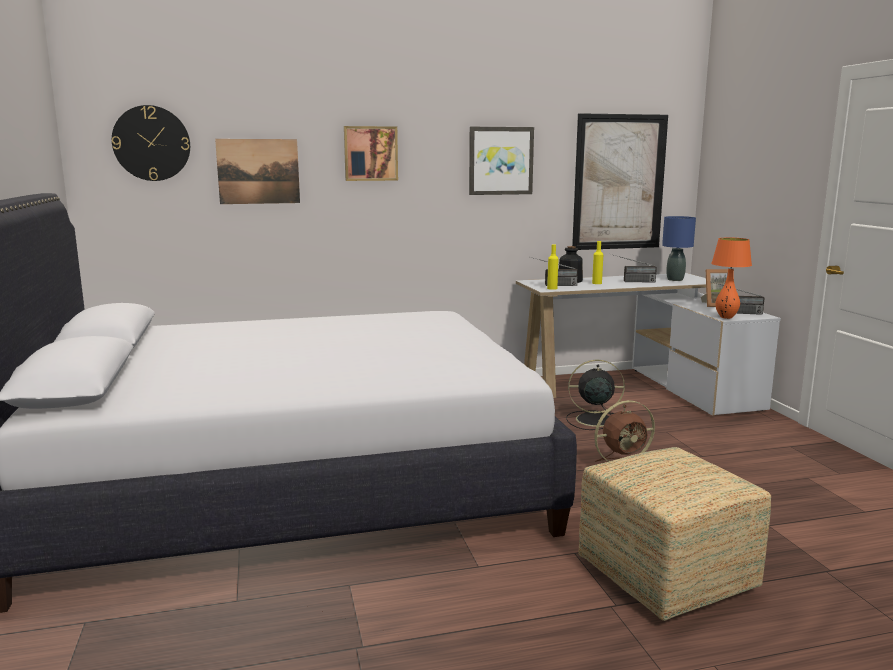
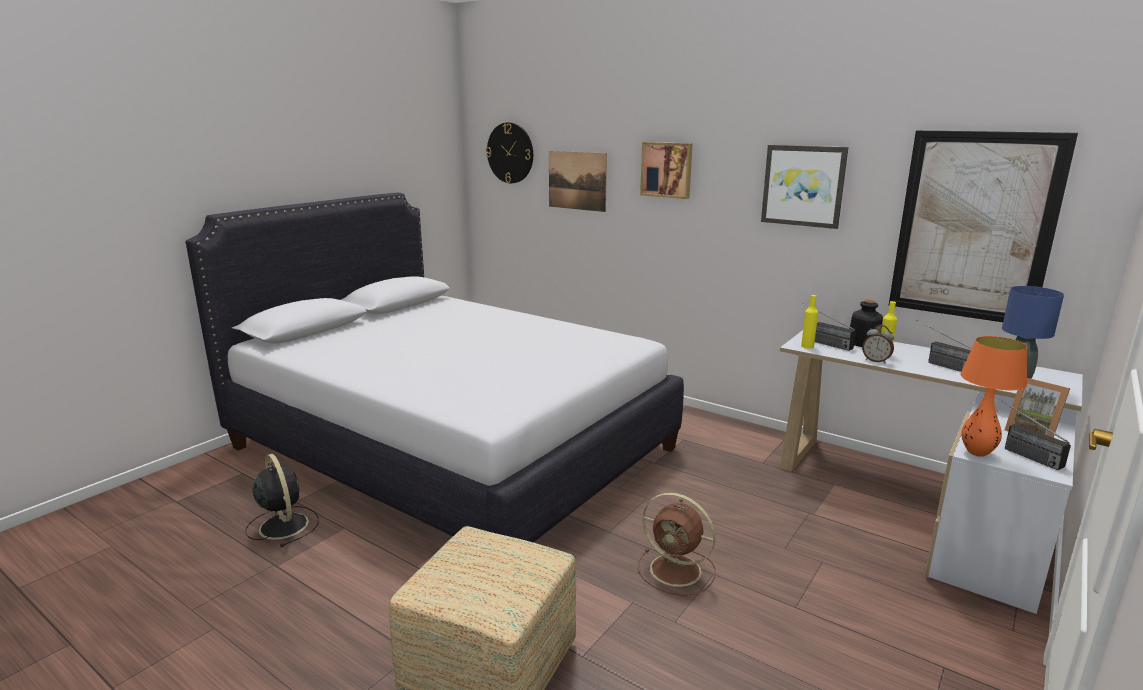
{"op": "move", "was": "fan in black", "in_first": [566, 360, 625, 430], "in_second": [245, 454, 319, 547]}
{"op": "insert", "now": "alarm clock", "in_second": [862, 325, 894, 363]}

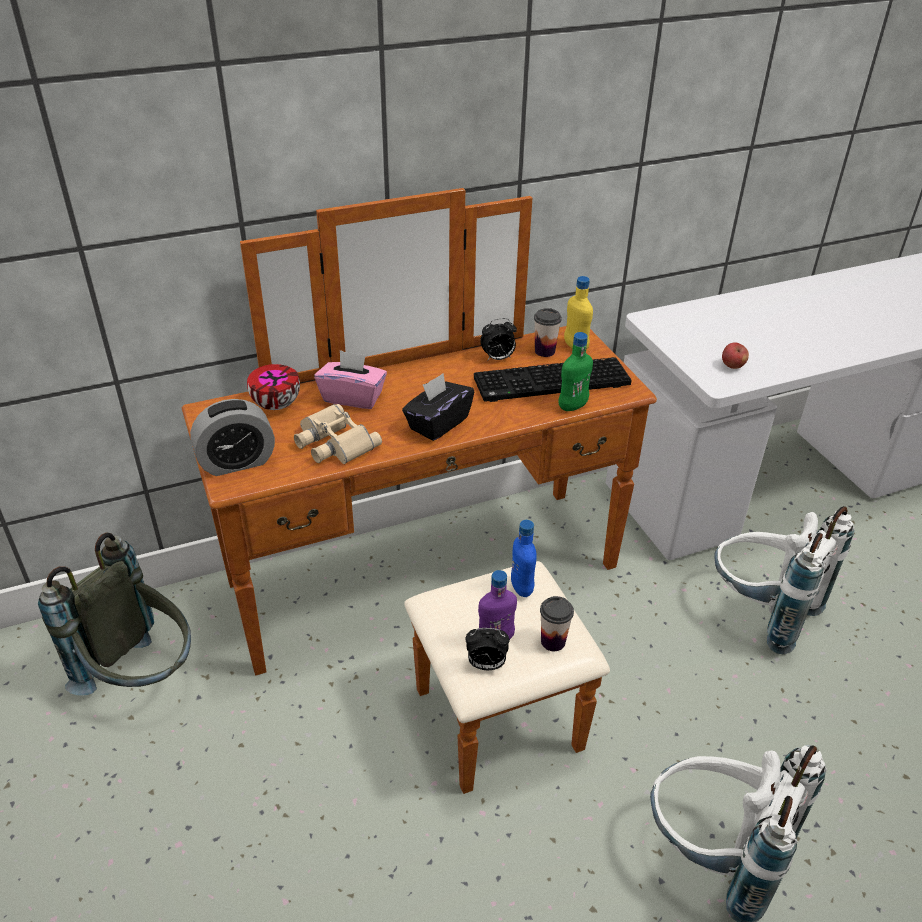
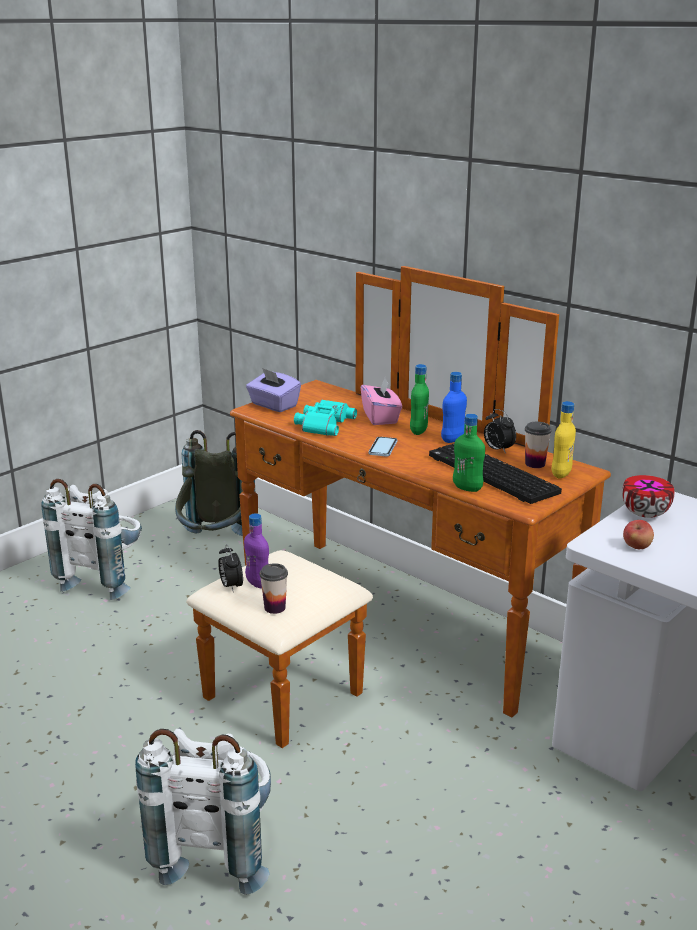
{"op": "move", "was": "bowl", "in_first": [247, 364, 300, 410], "in_second": [622, 475, 674, 518]}
{"op": "replace", "was": "tissue box in black", "now": "phone", "in_first": [402, 374, 474, 441], "in_second": [369, 437, 397, 457]}
{"op": "replace", "was": "alarm clock", "now": "tissue box in purple", "in_first": [190, 399, 275, 476], "in_second": [246, 368, 301, 412]}
{"op": "recolor", "was": "binoculars in beige", "now": "binoculars in turquoise", "in_first": [294, 404, 382, 464], "in_second": [294, 400, 357, 436]}
{"op": "move", "was": "backpack in white", "in_first": [714, 506, 855, 655], "in_second": [41, 479, 142, 600]}
{"op": "move", "was": "bottle in blue", "in_first": [511, 520, 537, 597], "in_second": [441, 372, 467, 443]}
{"op": "insert", "now": "bottle in green", "in_second": [410, 364, 429, 435]}

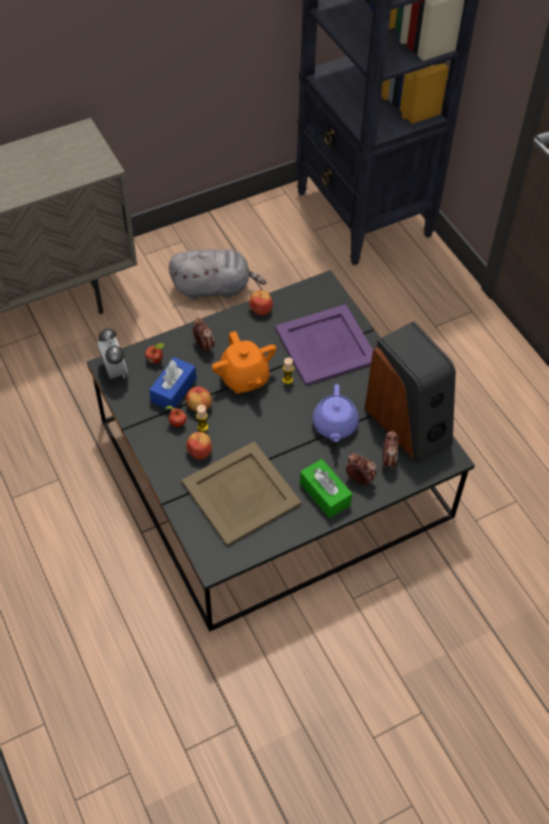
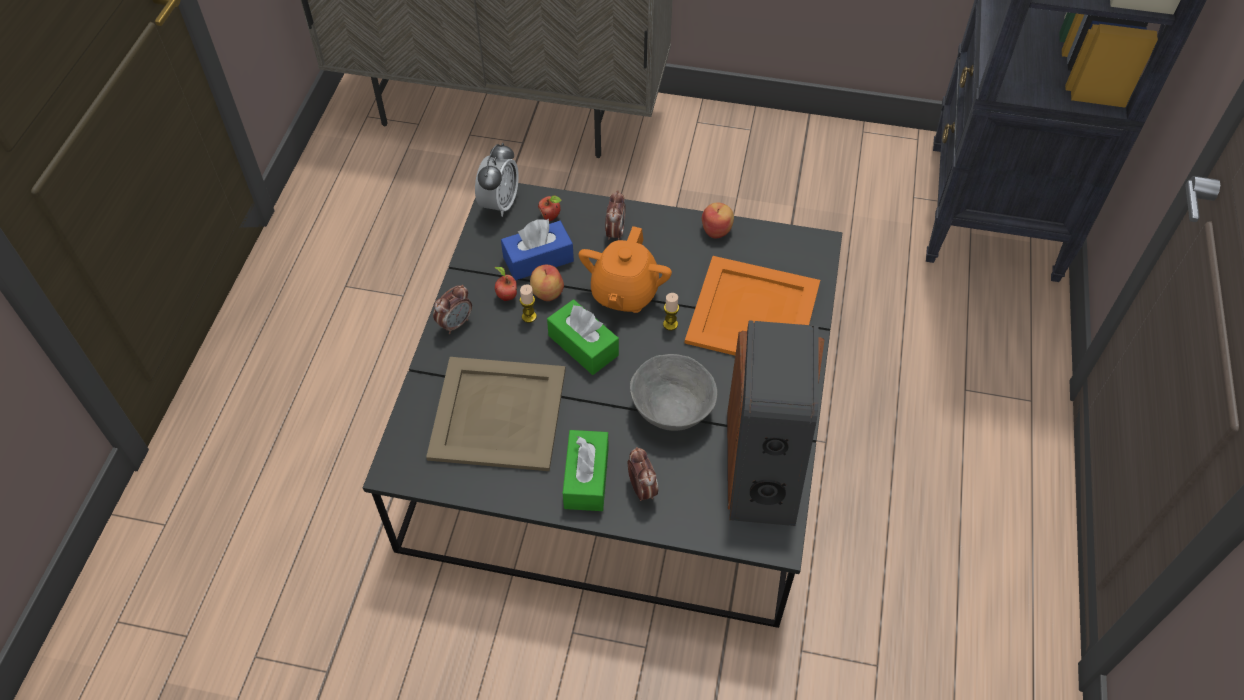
{"op": "delete", "was": "plush toy in grey", "in_first": [169, 249, 266, 300]}
{"op": "recolor", "was": "tray in purple", "now": "tray in orange", "in_first": [275, 304, 373, 386], "in_second": [685, 256, 820, 356]}
{"op": "replace", "was": "teapot in purple", "now": "bowl in grey", "in_first": [313, 384, 359, 442], "in_second": [630, 354, 717, 431]}
{"op": "move", "was": "alarm clock", "in_first": [382, 430, 398, 469], "in_second": [433, 285, 472, 334]}
{"op": "delete", "was": "apple", "in_first": [186, 432, 212, 460]}
{"op": "insert", "now": "tissue box in green", "in_second": [547, 299, 619, 375]}

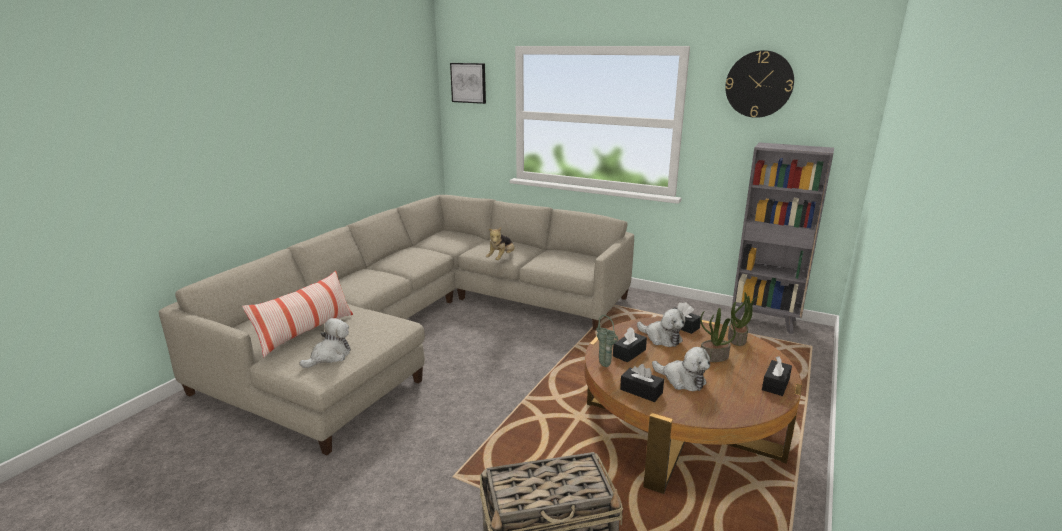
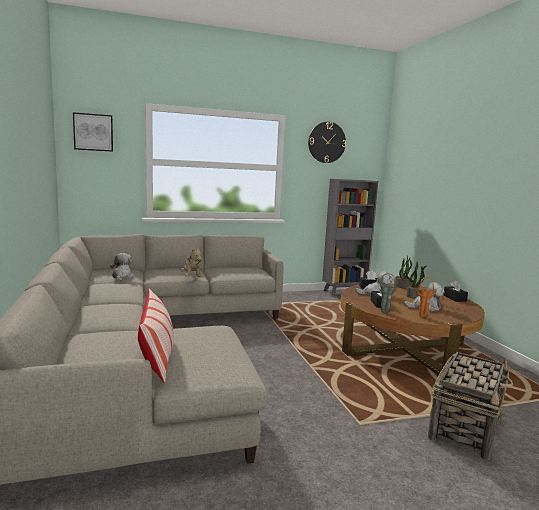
{"op": "move", "was": "plush toy", "in_first": [299, 318, 351, 368], "in_second": [110, 253, 134, 281]}
{"op": "replace", "was": "tissue box in black", "now": "vase in orange", "in_first": [620, 364, 664, 402], "in_second": [418, 277, 436, 317]}

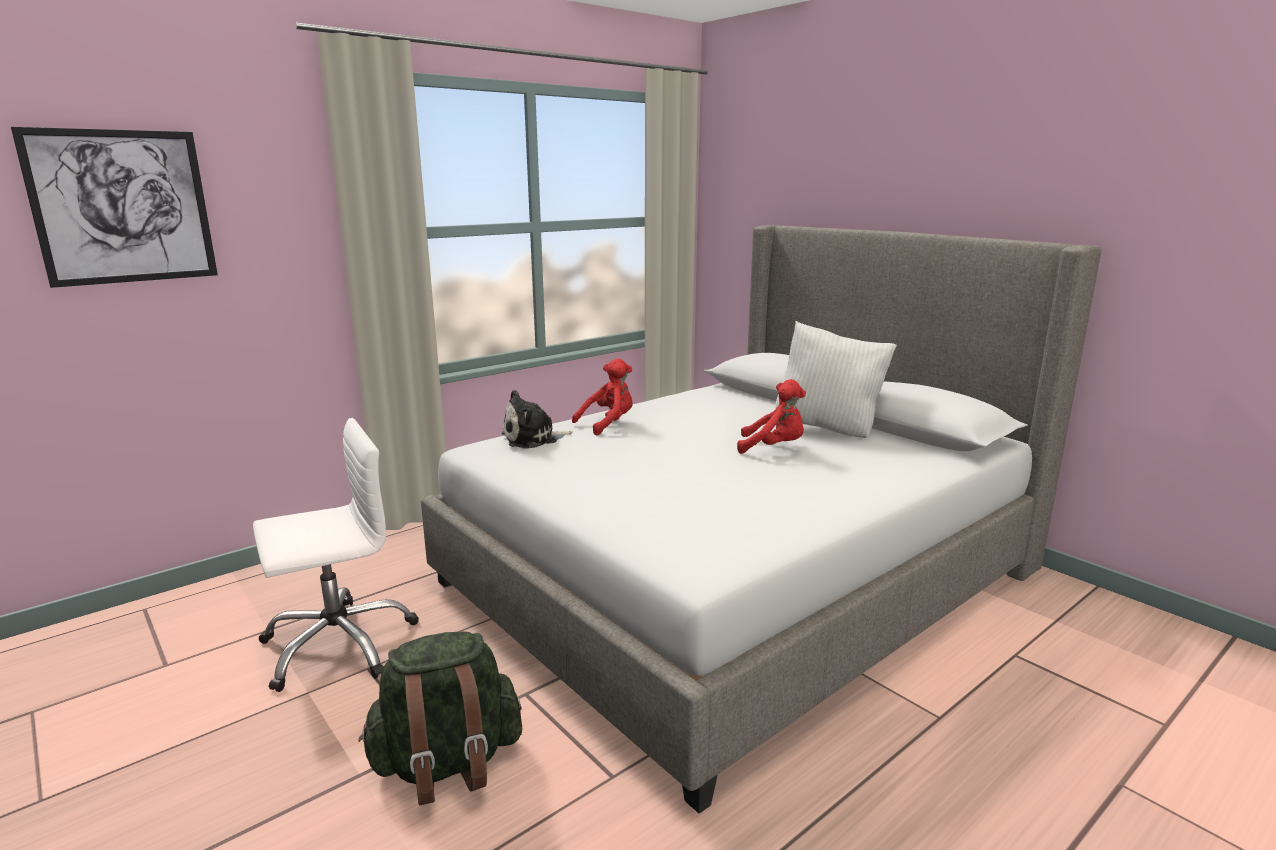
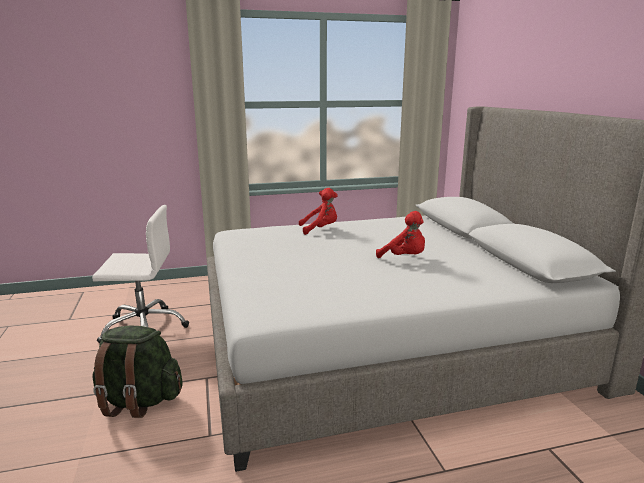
{"op": "delete", "was": "picture", "in_first": [11, 127, 218, 288]}
{"op": "delete", "was": "pillow in white", "in_first": [774, 321, 897, 438]}
{"op": "delete", "was": "plush toy", "in_first": [501, 390, 573, 449]}

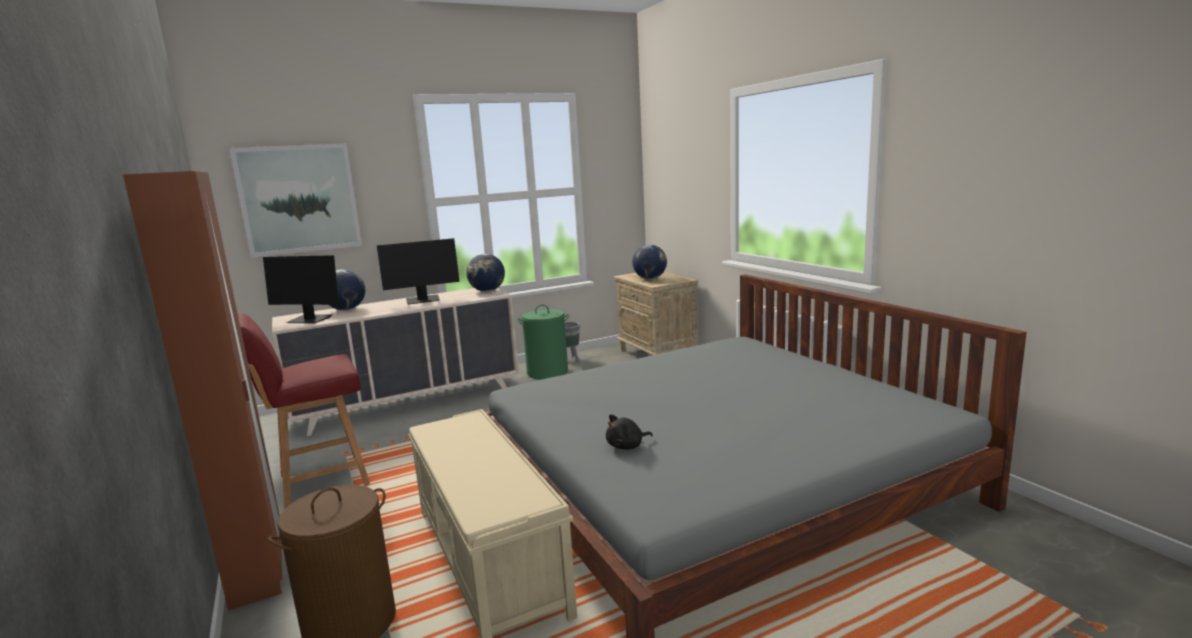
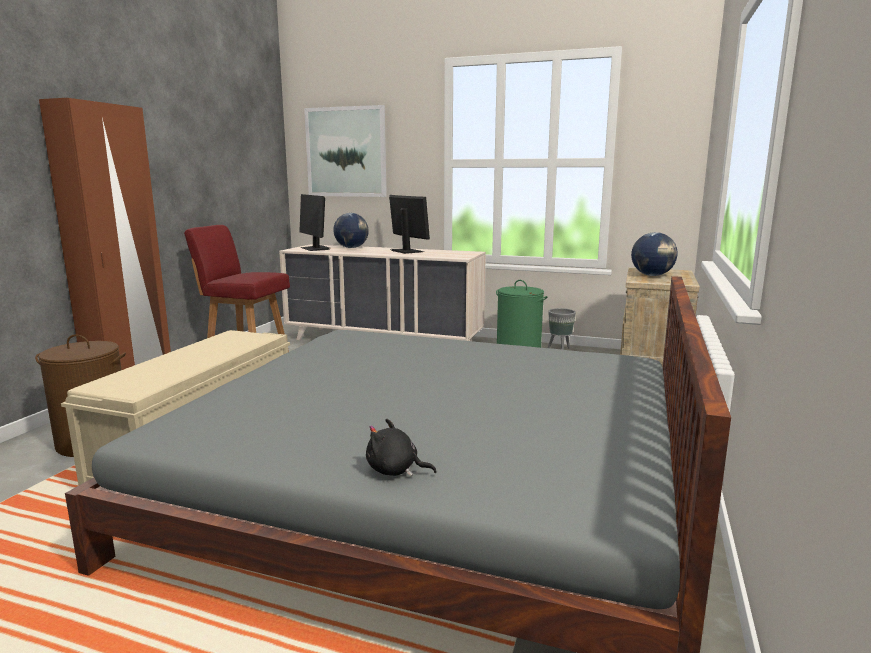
{"op": "rotate", "was": "monitor", "in_first": [377, 238, 460, 304], "in_second": [389, 195, 430, 254], "clockwise": -150}
{"op": "delete", "was": "globe", "in_first": [466, 254, 505, 292]}
{"op": "move", "was": "plush toy in black", "in_first": [606, 414, 653, 450], "in_second": [366, 418, 437, 476]}

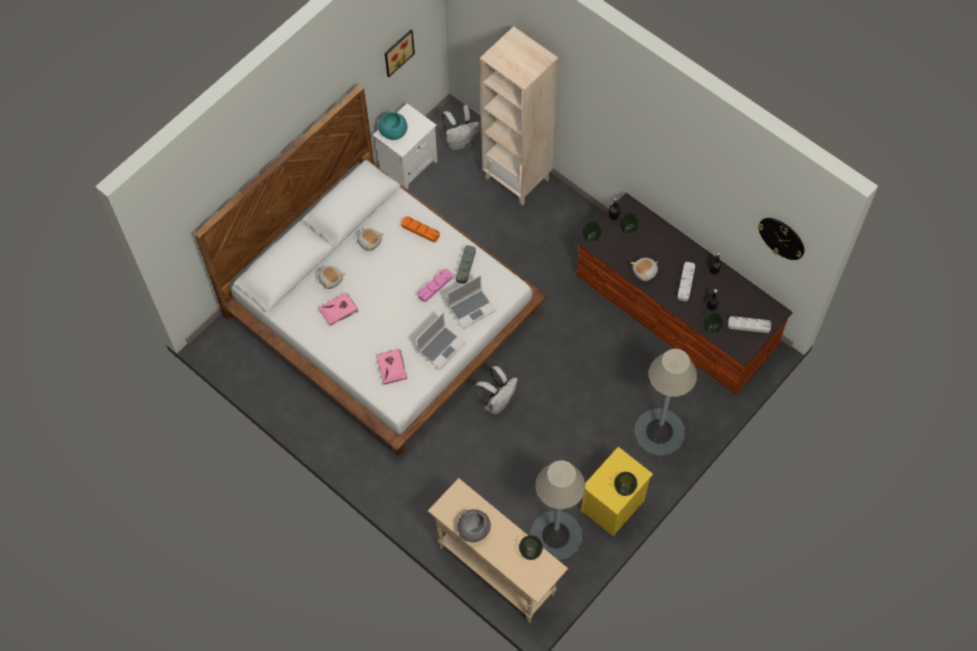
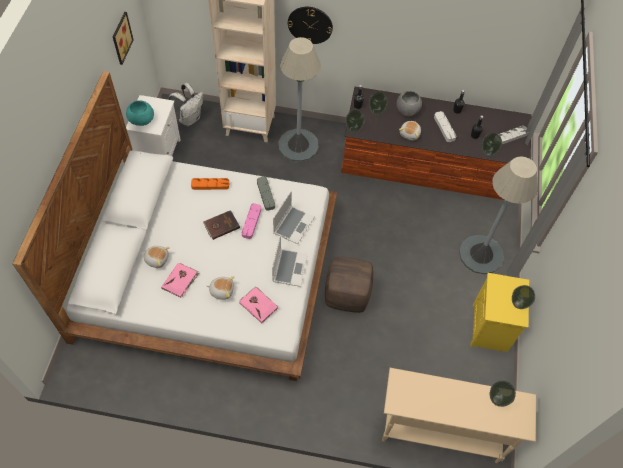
{"op": "move", "was": "wall clock", "in_first": [758, 218, 804, 260], "in_second": [288, 7, 333, 44]}
{"op": "move", "was": "plush toy", "in_first": [357, 228, 384, 251], "in_second": [207, 276, 235, 300]}
{"op": "replace", "was": "backpack in white", "now": "ottoman in brown", "in_first": [474, 366, 518, 415], "in_second": [325, 256, 373, 313]}
{"op": "move", "was": "floor lamp in grey", "in_first": [530, 460, 586, 561], "in_second": [278, 37, 321, 162]}
{"op": "move", "was": "bowl in grey", "in_first": [457, 509, 491, 542], "in_second": [397, 91, 422, 116]}
{"op": "insert", "now": "book in brown", "in_second": [203, 210, 240, 240]}

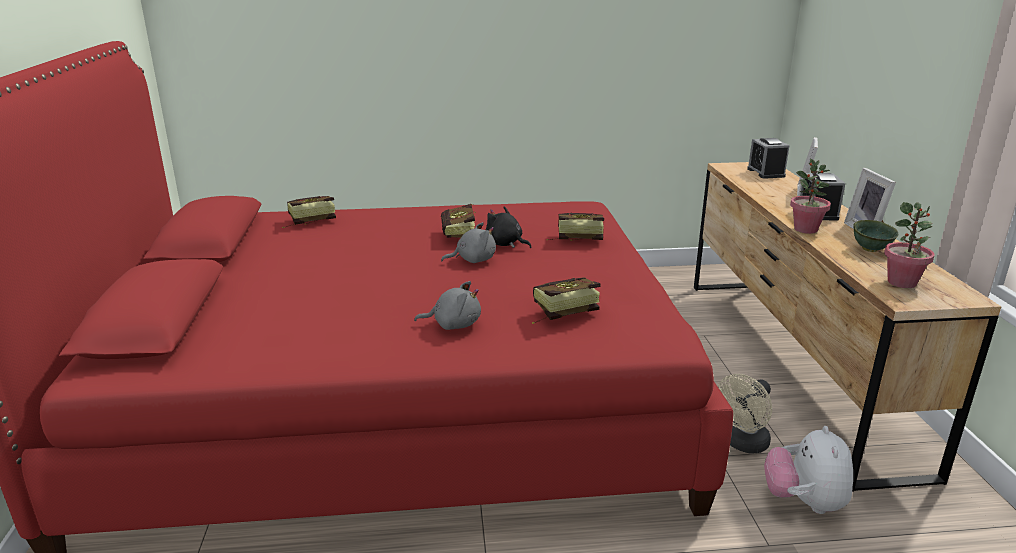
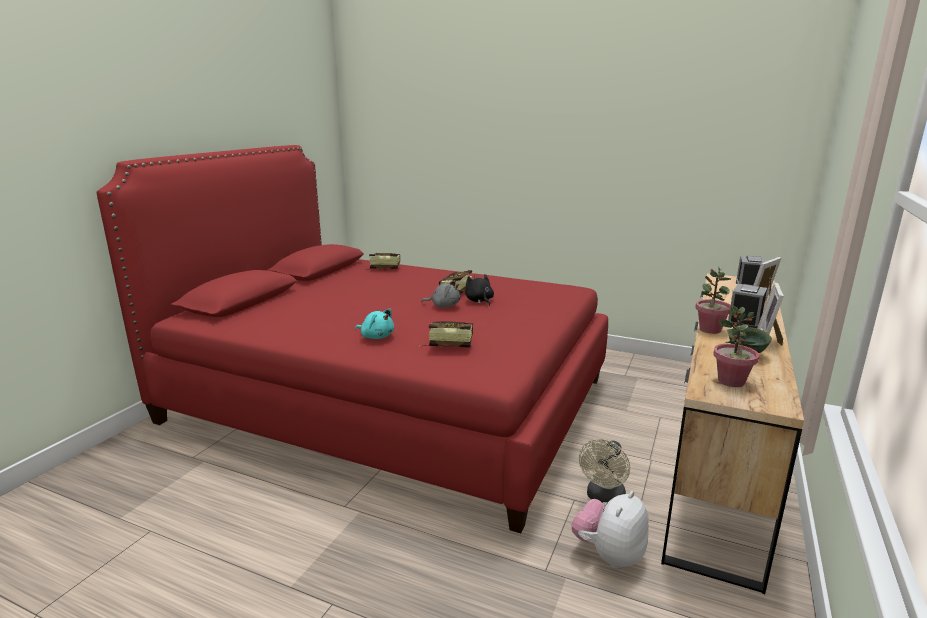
{"op": "delete", "was": "book", "in_first": [547, 213, 604, 241]}
{"op": "recolor", "was": "plush toy in grey", "now": "plush toy in turquoise", "in_first": [414, 281, 481, 330], "in_second": [355, 309, 394, 339]}
{"op": "rotate", "was": "fan in beige", "in_first": [717, 374, 772, 454], "in_second": [579, 439, 630, 503], "clockwise": -45}

